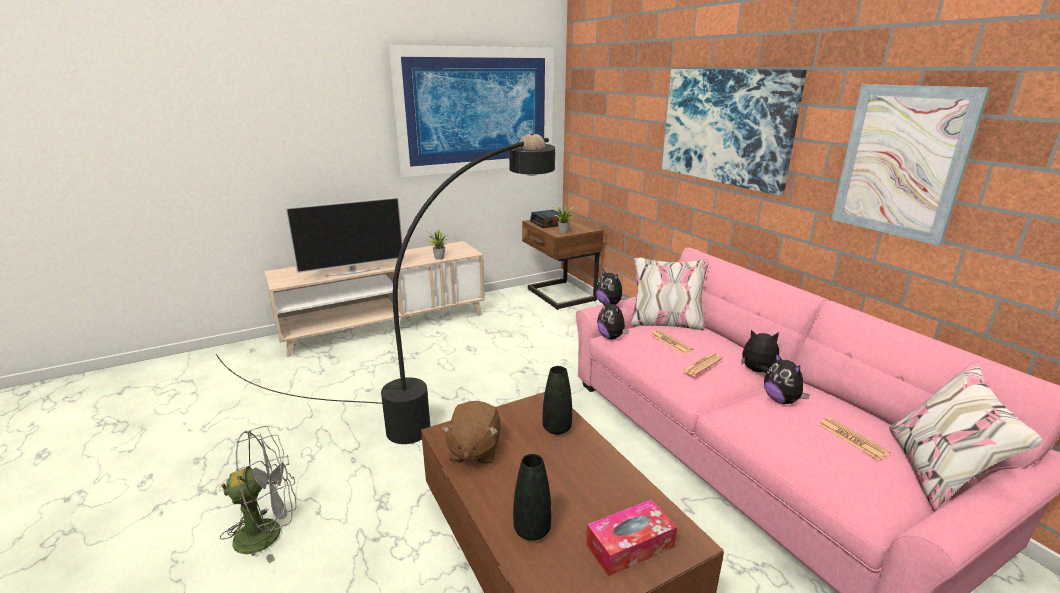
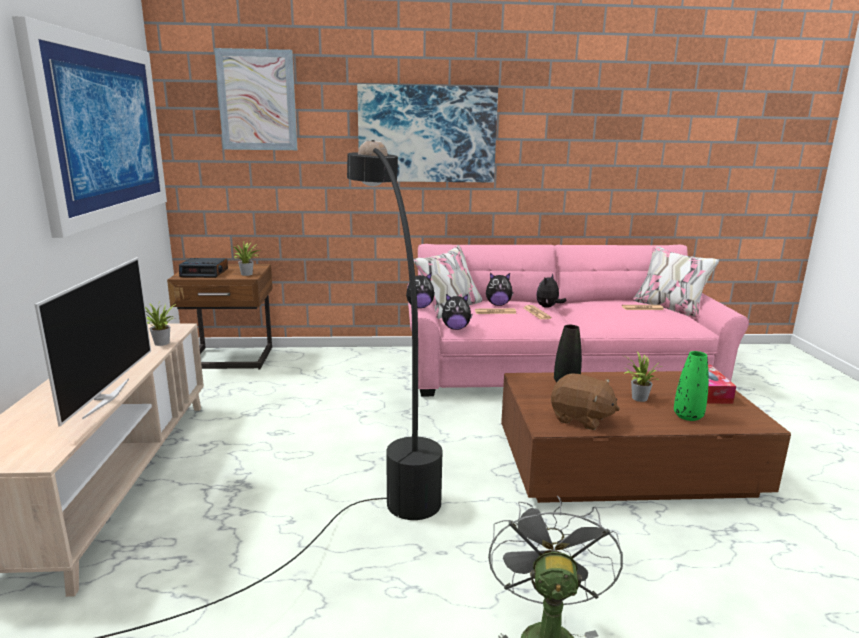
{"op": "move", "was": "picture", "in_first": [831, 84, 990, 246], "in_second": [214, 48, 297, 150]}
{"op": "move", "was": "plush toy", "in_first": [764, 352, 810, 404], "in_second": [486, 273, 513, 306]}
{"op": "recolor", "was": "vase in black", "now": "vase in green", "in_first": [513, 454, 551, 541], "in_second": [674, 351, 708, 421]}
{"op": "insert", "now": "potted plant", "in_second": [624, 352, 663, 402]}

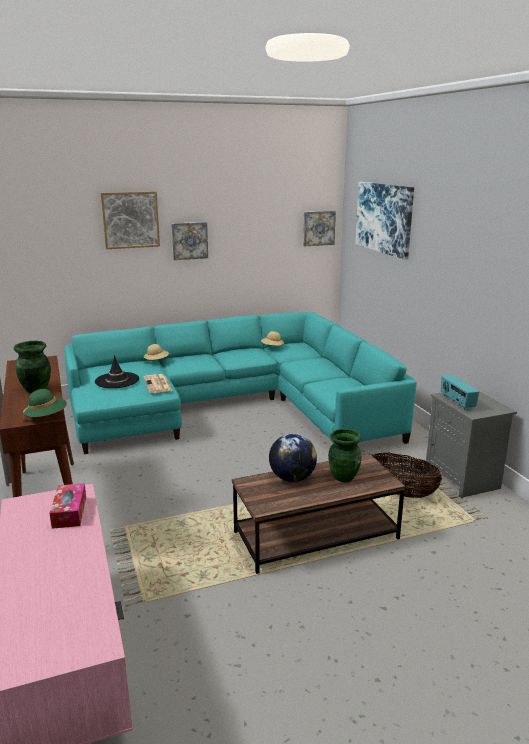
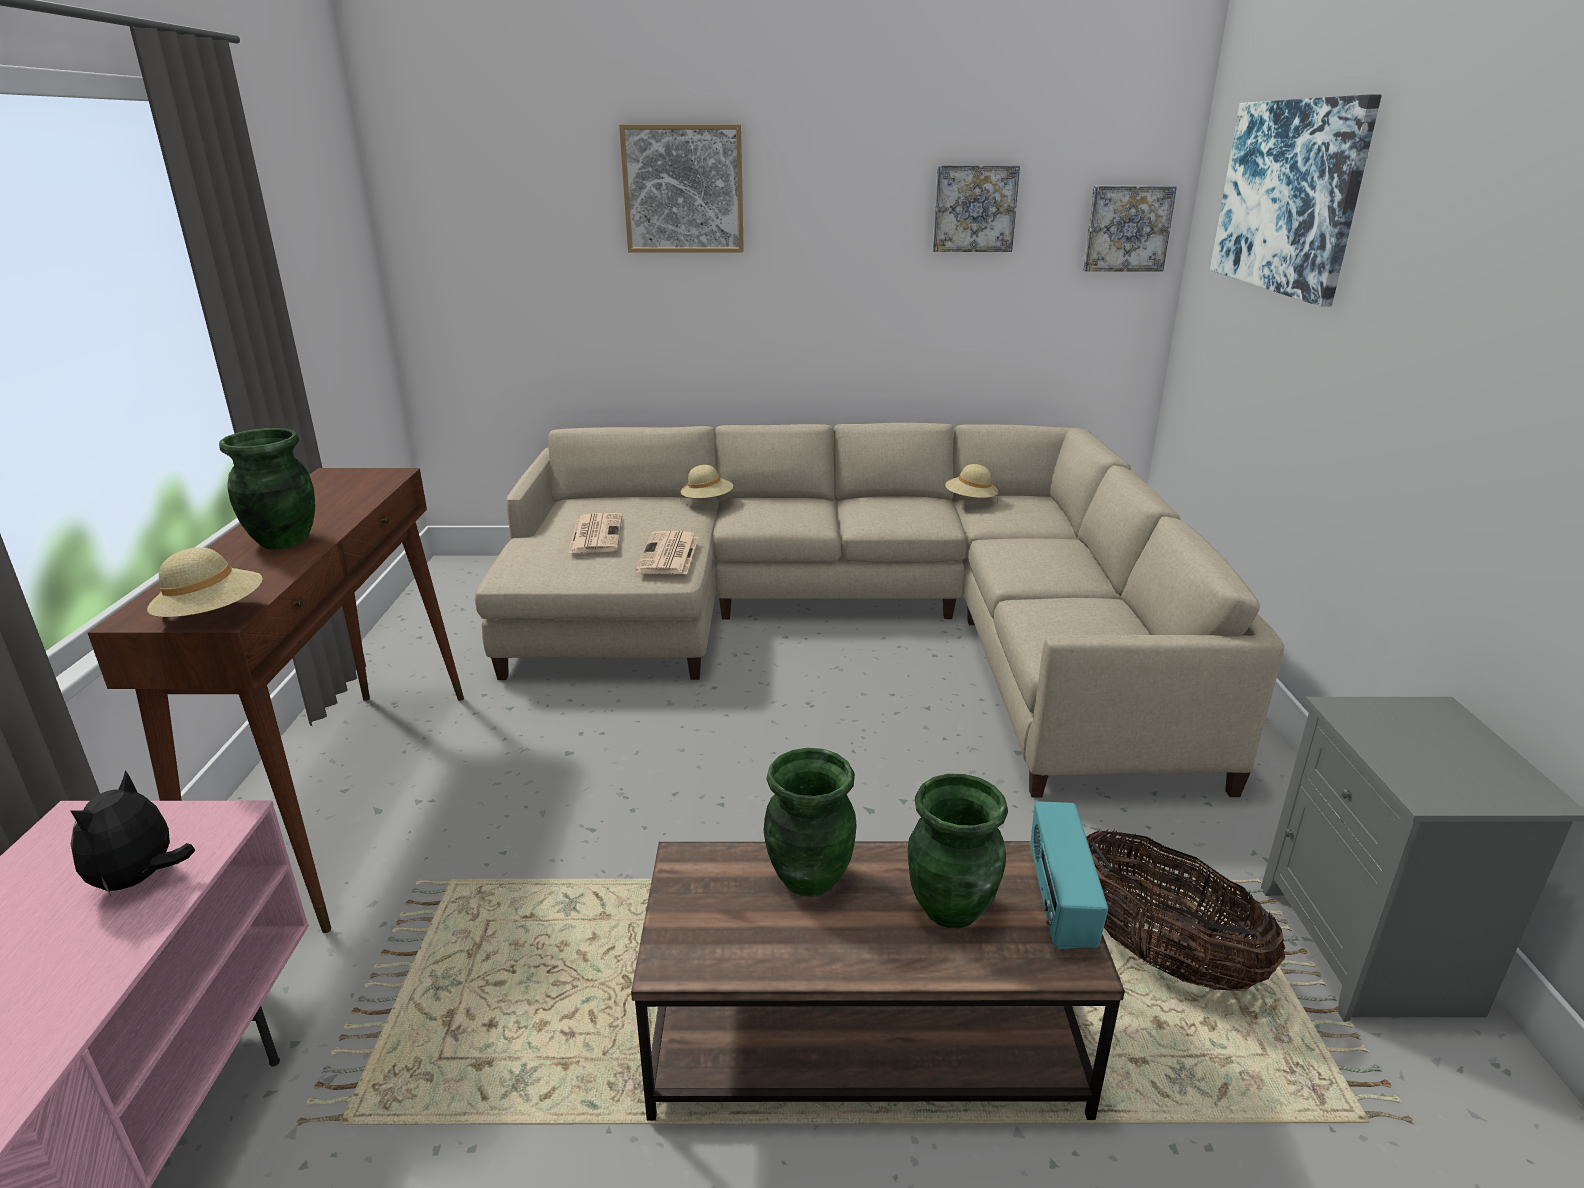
{"op": "move", "was": "picture", "in_first": [171, 222, 208, 260], "in_second": [932, 165, 1020, 252]}
{"op": "recolor", "was": "sofa in turquoise", "now": "sofa in beige", "in_first": [65, 312, 417, 454], "in_second": [475, 423, 1284, 797]}
{"op": "replace", "was": "hat in black", "now": "newspaper", "in_first": [95, 355, 139, 388], "in_second": [568, 513, 622, 554]}
{"op": "move", "was": "radio", "in_first": [441, 375, 479, 410], "in_second": [1030, 801, 1108, 949]}
{"op": "recolor", "was": "hat in green", "now": "hat in beige", "in_first": [23, 389, 67, 417], "in_second": [147, 547, 263, 617]}
{"op": "replace", "was": "globe", "now": "vase in green", "in_first": [269, 434, 317, 482], "in_second": [764, 748, 856, 897]}
{"op": "replace", "was": "tissue box", "now": "plush toy", "in_first": [49, 483, 86, 529], "in_second": [70, 770, 195, 895]}

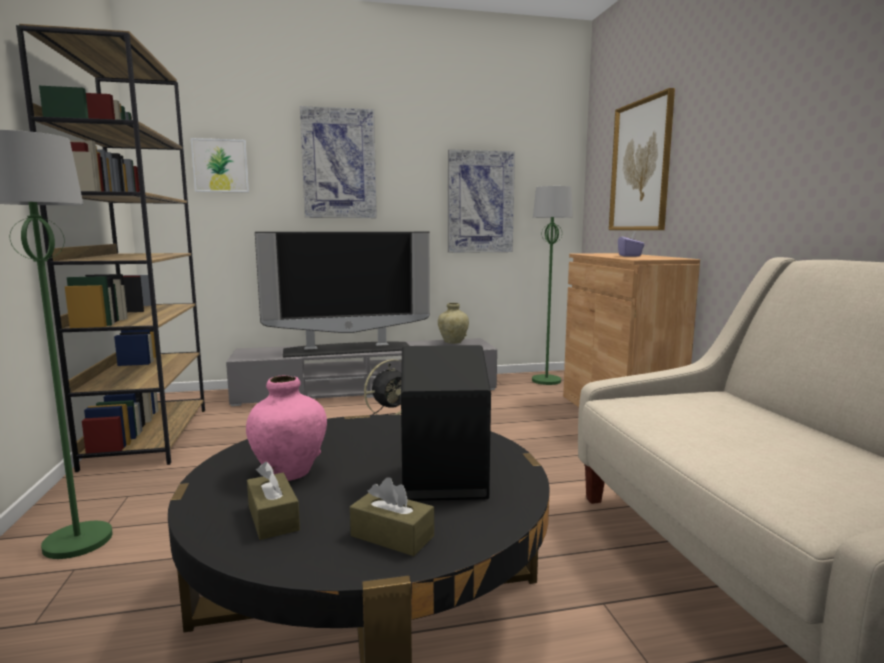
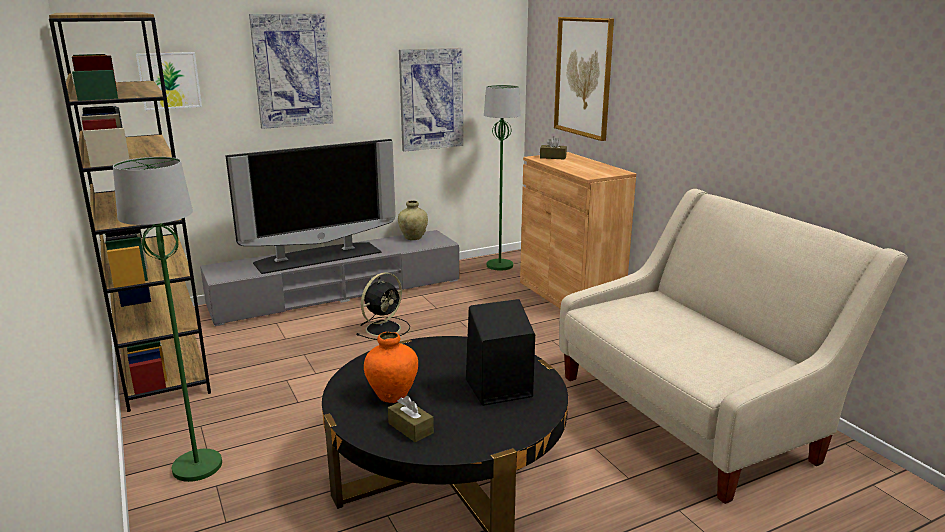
{"op": "delete", "was": "tissue box in purple", "in_first": [618, 231, 645, 257]}
{"op": "recolor", "was": "vase in pink", "now": "vase in orange", "in_first": [246, 375, 327, 481], "in_second": [364, 332, 418, 403]}
{"op": "move", "was": "tissue box in brown", "in_first": [350, 477, 434, 556], "in_second": [540, 136, 567, 160]}

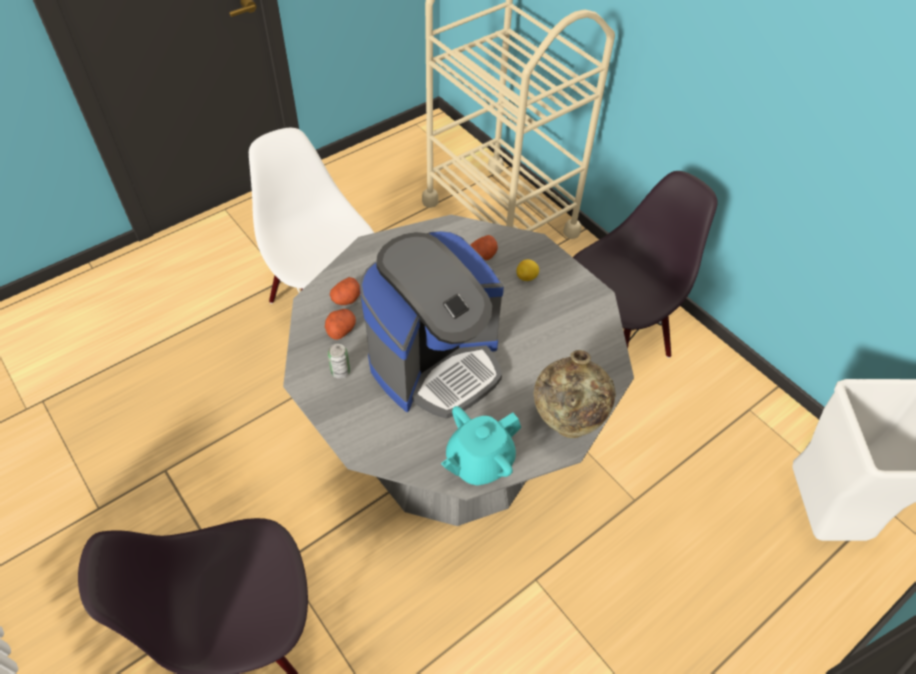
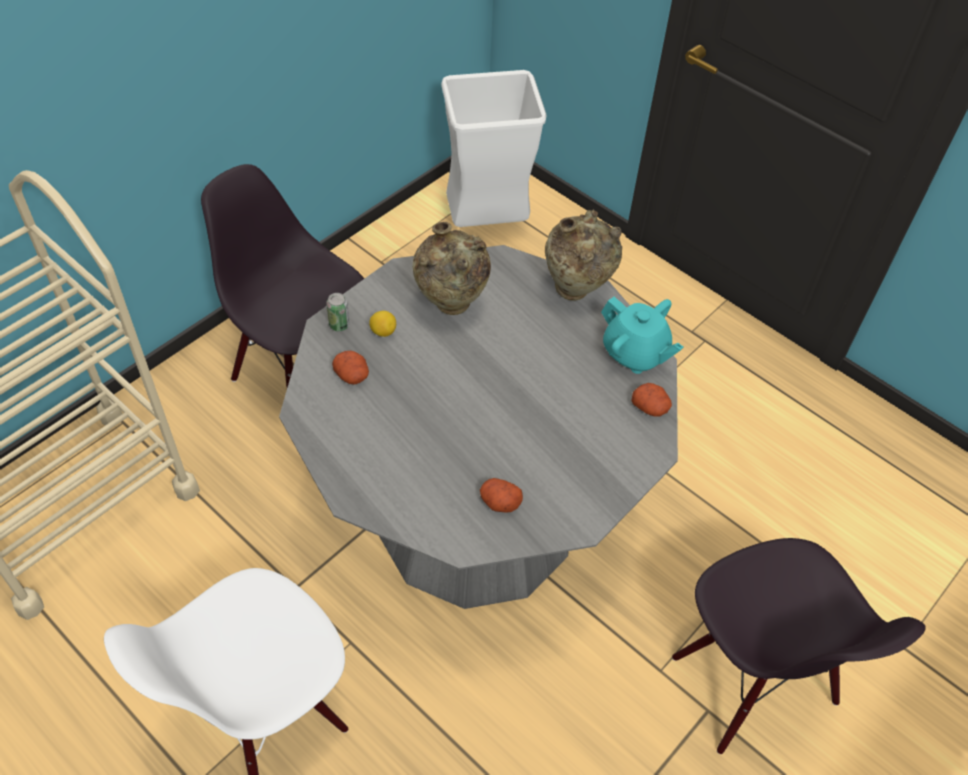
{"op": "delete", "was": "coffee machine", "in_first": [360, 231, 504, 419]}
{"op": "move", "was": "potato", "in_first": [330, 277, 360, 305], "in_second": [631, 383, 672, 417]}
{"op": "move", "was": "can", "in_first": [328, 344, 350, 379], "in_second": [326, 293, 350, 331]}
{"op": "insert", "now": "vase in beige", "in_second": [412, 222, 491, 315]}

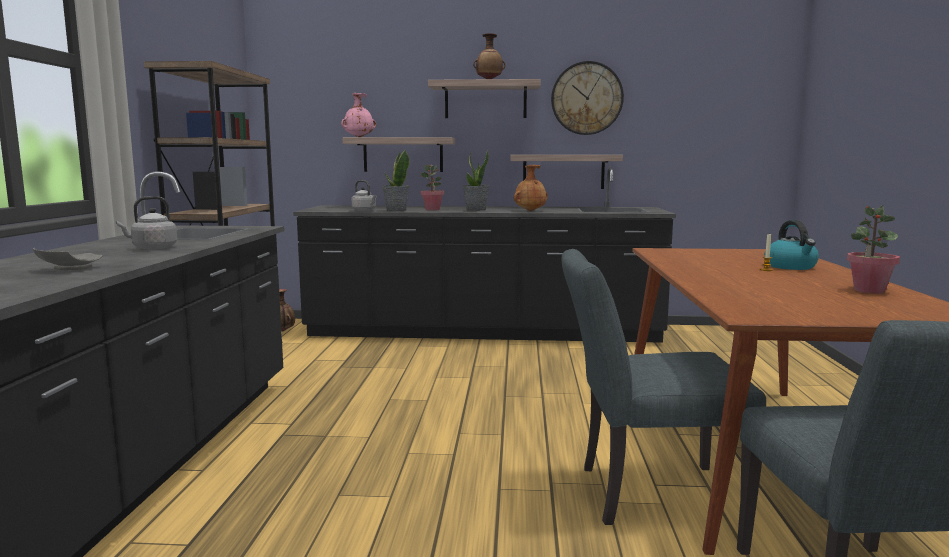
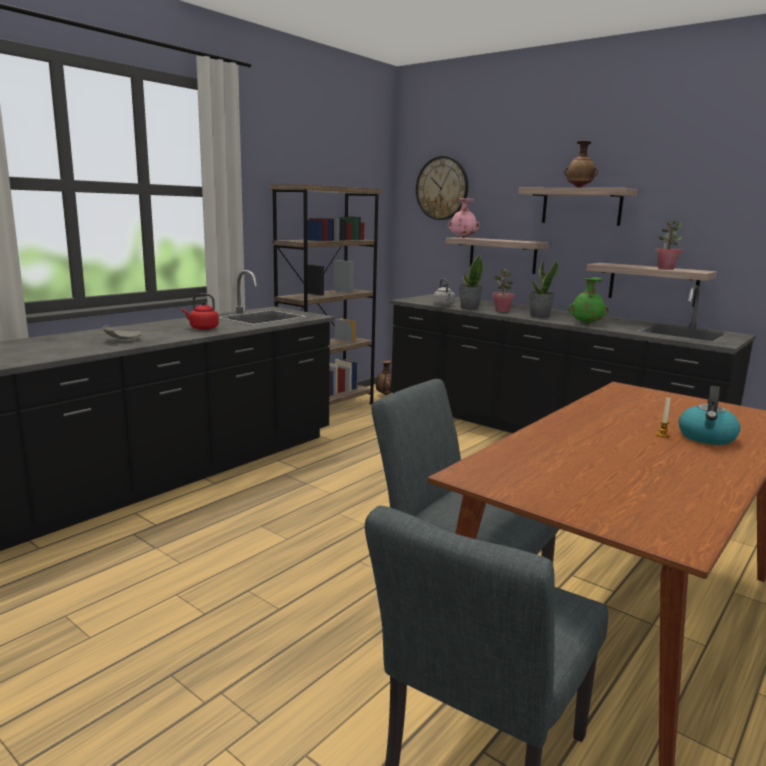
{"op": "move", "was": "wall clock", "in_first": [551, 61, 624, 135], "in_second": [416, 156, 468, 220]}
{"op": "recolor", "was": "vase in brown", "now": "vase in green", "in_first": [514, 165, 548, 211], "in_second": [568, 277, 609, 324]}
{"op": "recolor", "was": "kettle in grey", "now": "kettle in red", "in_first": [116, 196, 177, 249], "in_second": [182, 293, 219, 330]}
{"op": "move", "was": "potted plant", "in_first": [847, 205, 900, 294], "in_second": [655, 221, 682, 270]}

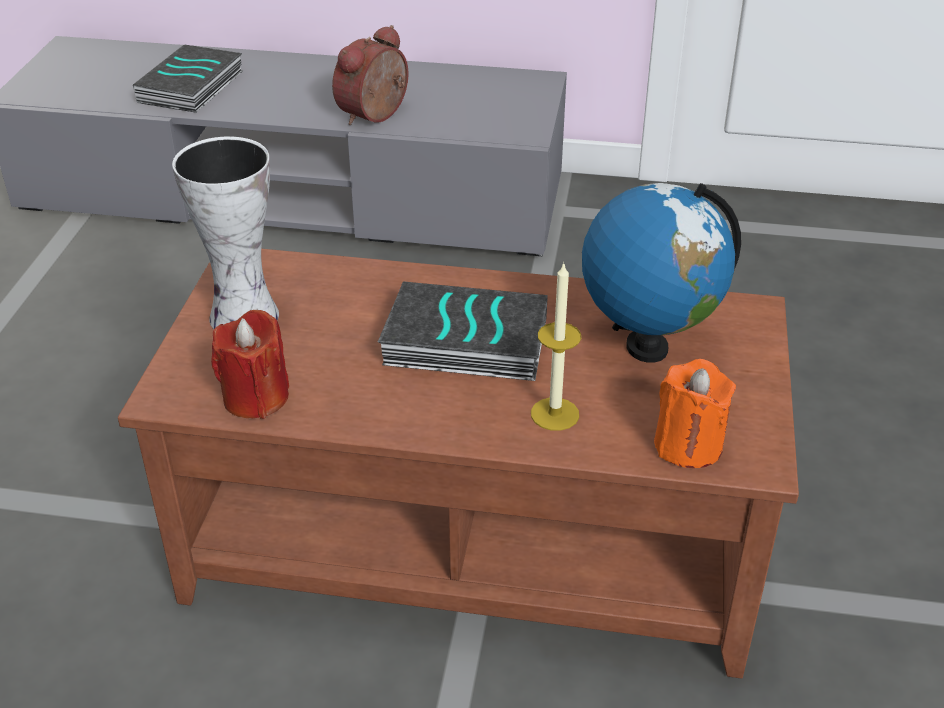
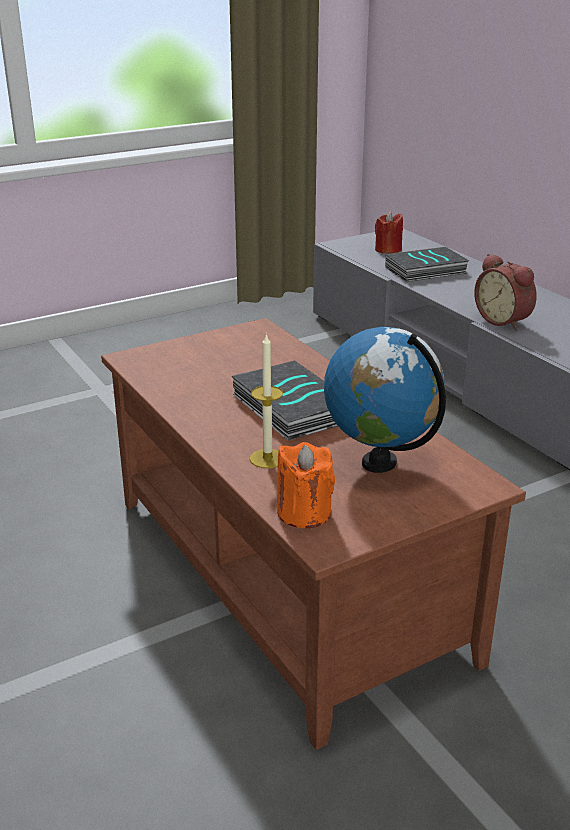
{"op": "rotate", "was": "alarm clock", "in_first": [332, 25, 409, 125], "in_second": [474, 254, 537, 330], "clockwise": -120}
{"op": "delete", "was": "vase", "in_first": [172, 136, 279, 329]}
{"op": "move", "was": "candle in red", "in_first": [211, 310, 289, 419], "in_second": [375, 211, 403, 254]}

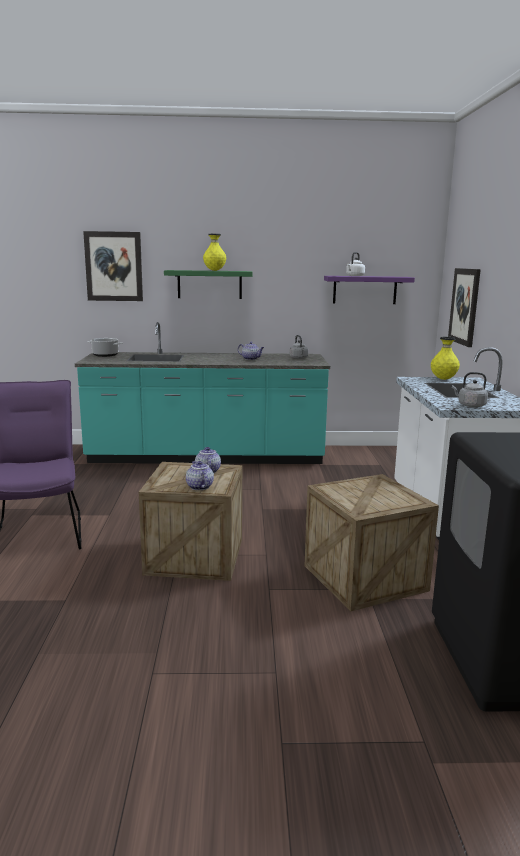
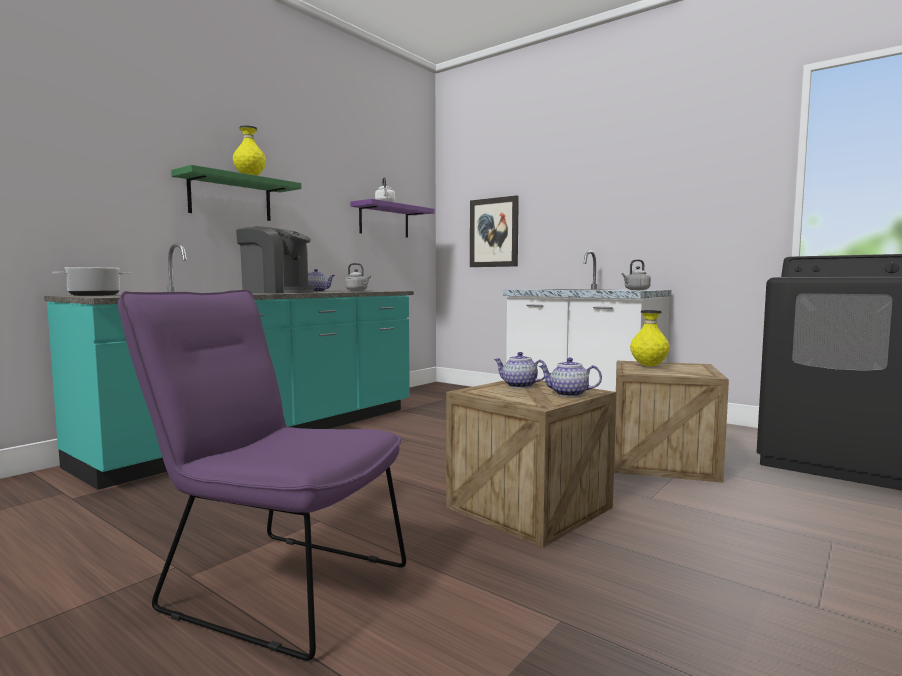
{"op": "delete", "was": "picture", "in_first": [83, 231, 143, 301]}
{"op": "move", "was": "vase in yellow", "in_first": [431, 337, 460, 380], "in_second": [630, 310, 670, 367]}
{"op": "insert", "now": "coffee machine", "in_second": [236, 226, 315, 293]}

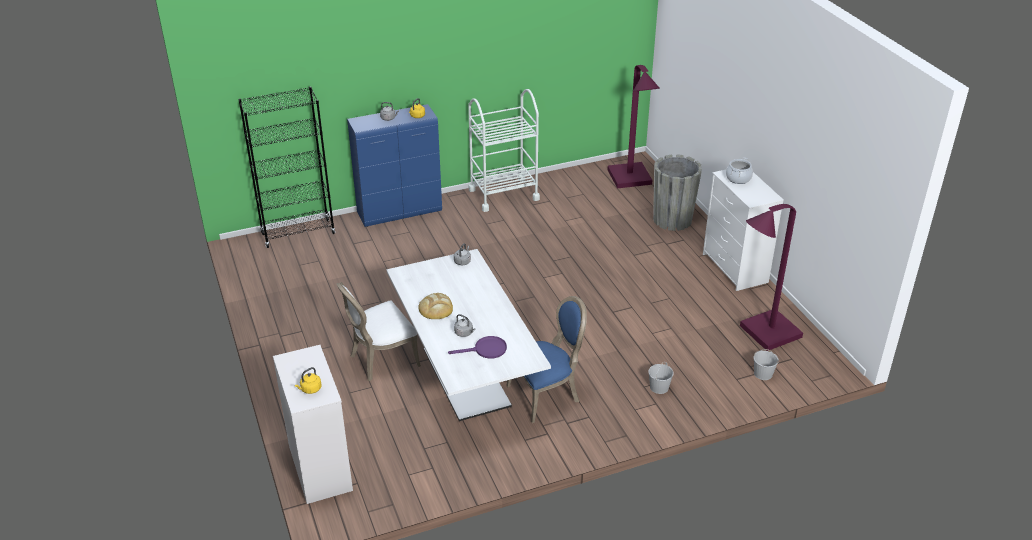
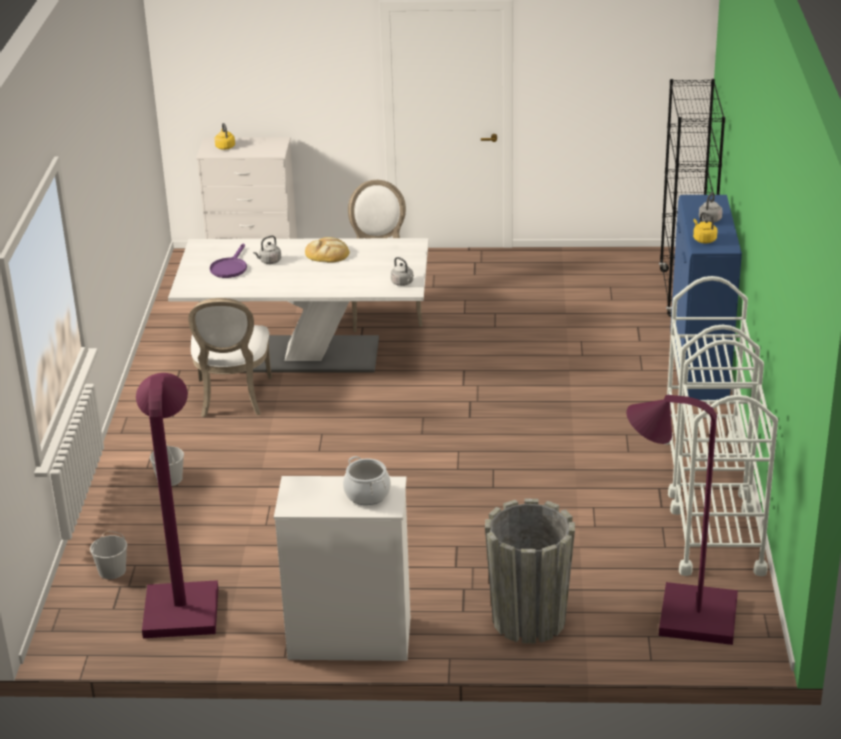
{"op": "recolor", "was": "chair in blue", "now": "chair in white", "in_first": [506, 296, 587, 423], "in_second": [188, 298, 272, 417]}
{"op": "insert", "now": "cart in white", "in_second": [670, 339, 778, 576]}

